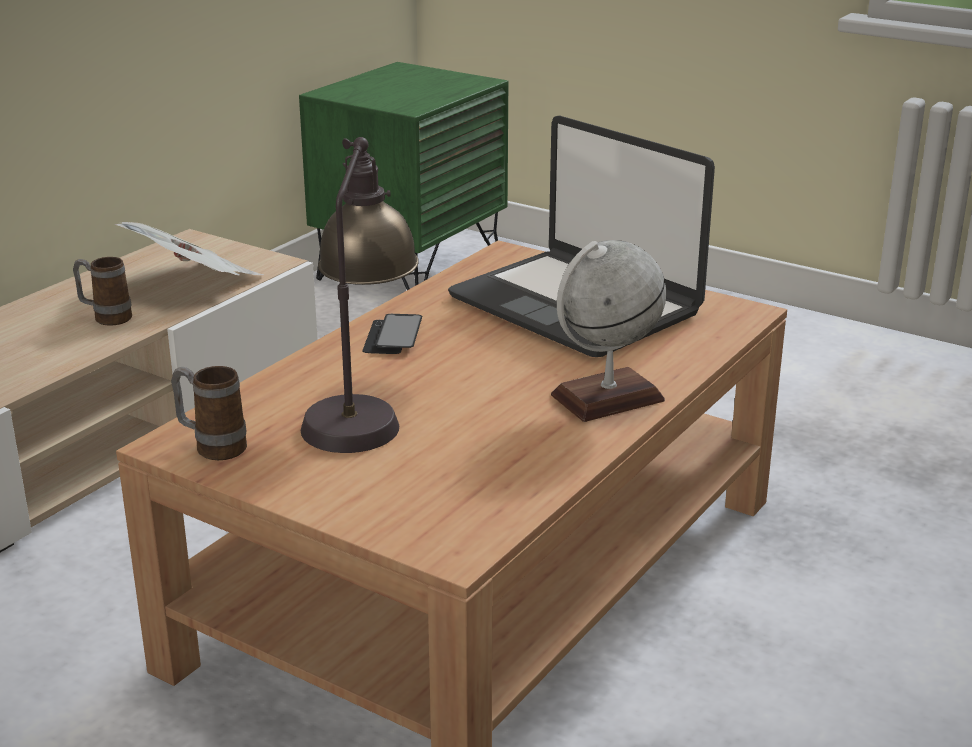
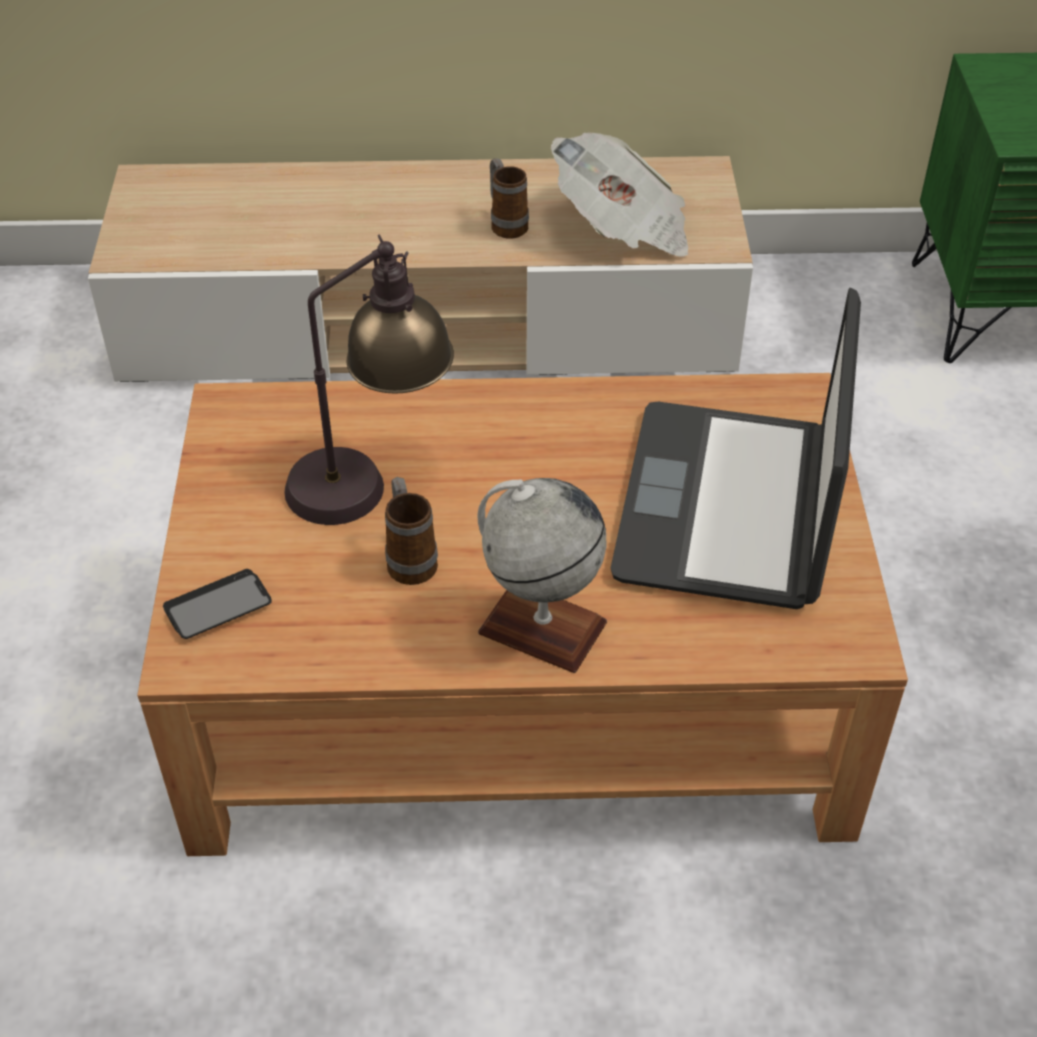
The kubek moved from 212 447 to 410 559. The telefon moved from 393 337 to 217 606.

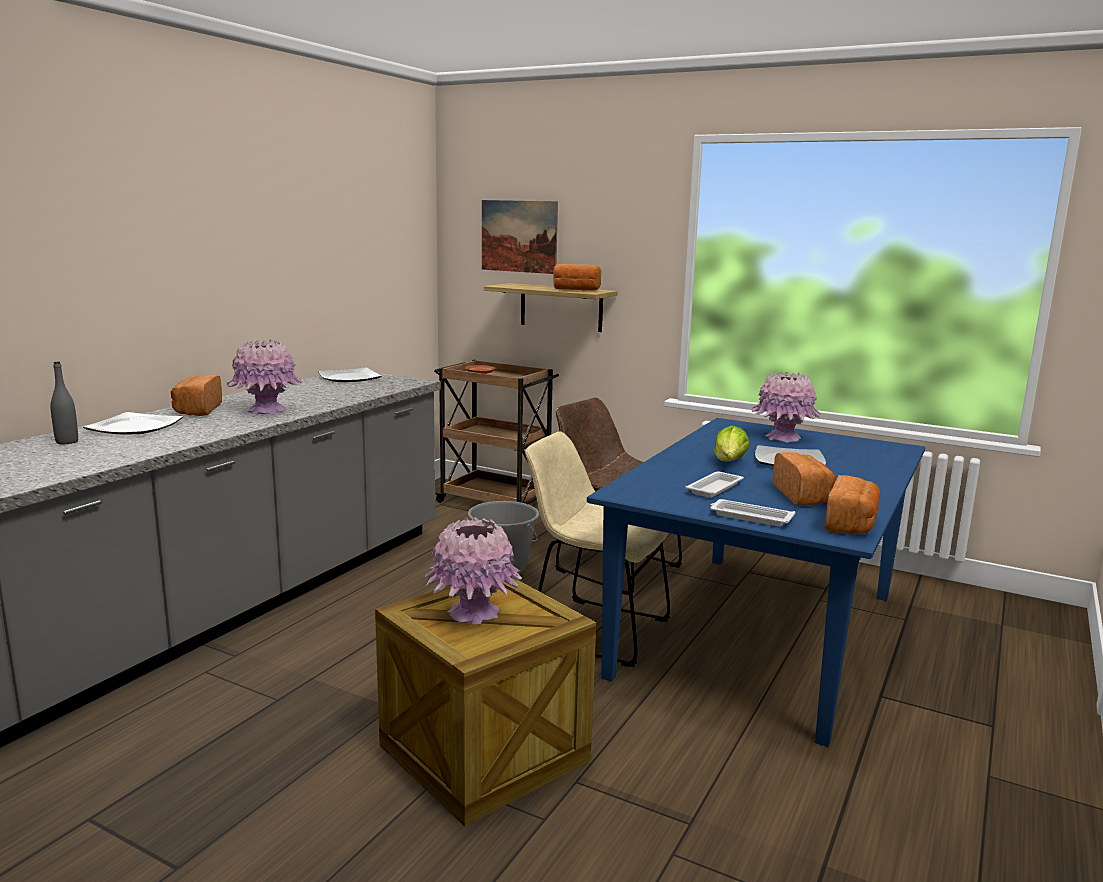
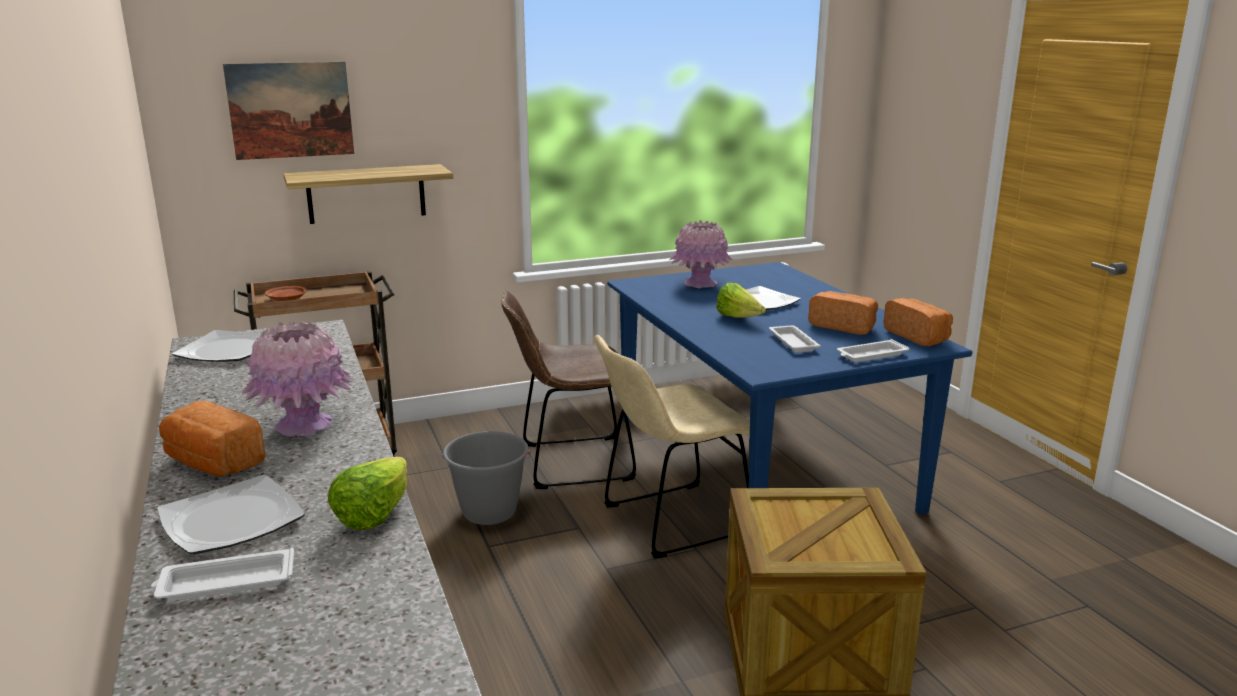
The butelka/szary at 67 442 was replaced by the taca/biały at 225 583. The wazon/różowy at 473 613 disappeared. The chleb at 575 290 disappeared. The sałata at 374 515 appeared.

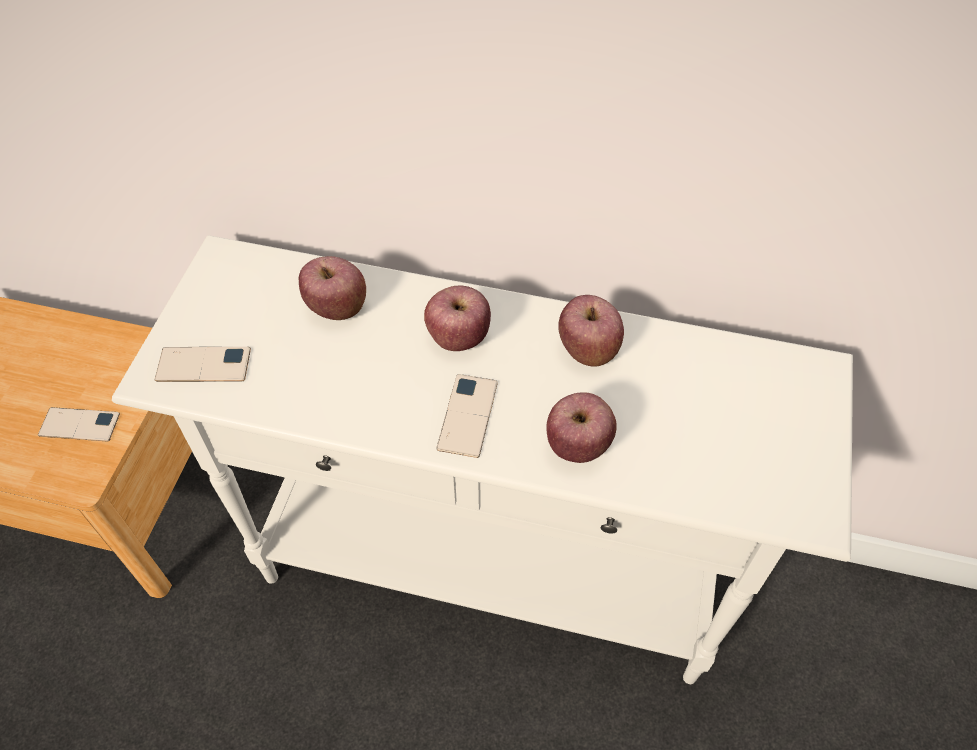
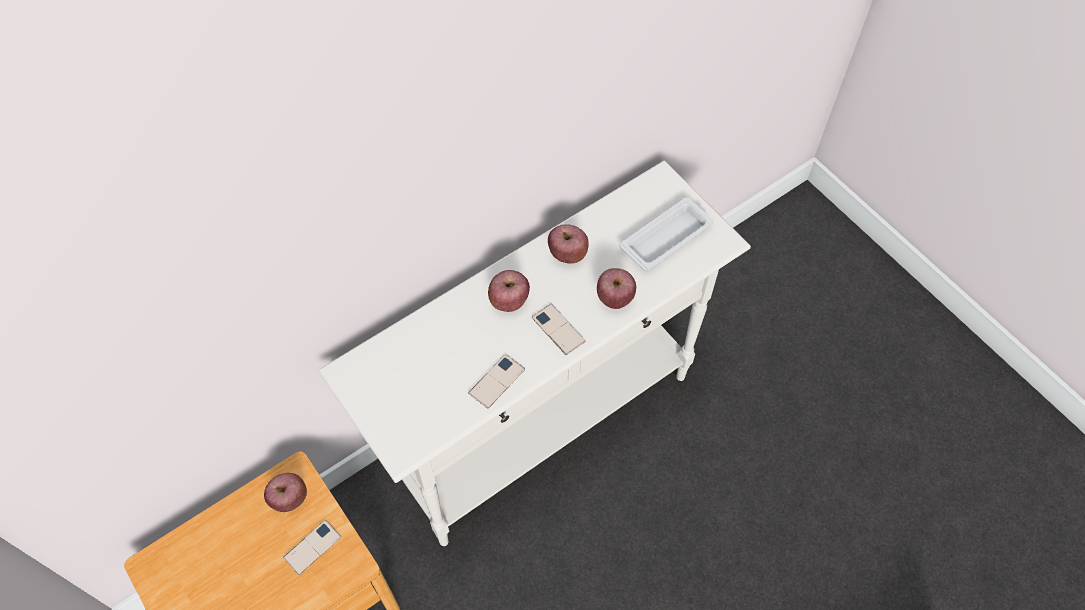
The telefon moved from 203 365 to 496 381. The jabłko moved from 337 308 to 290 499. The taca/biały at 667 237 appeared.

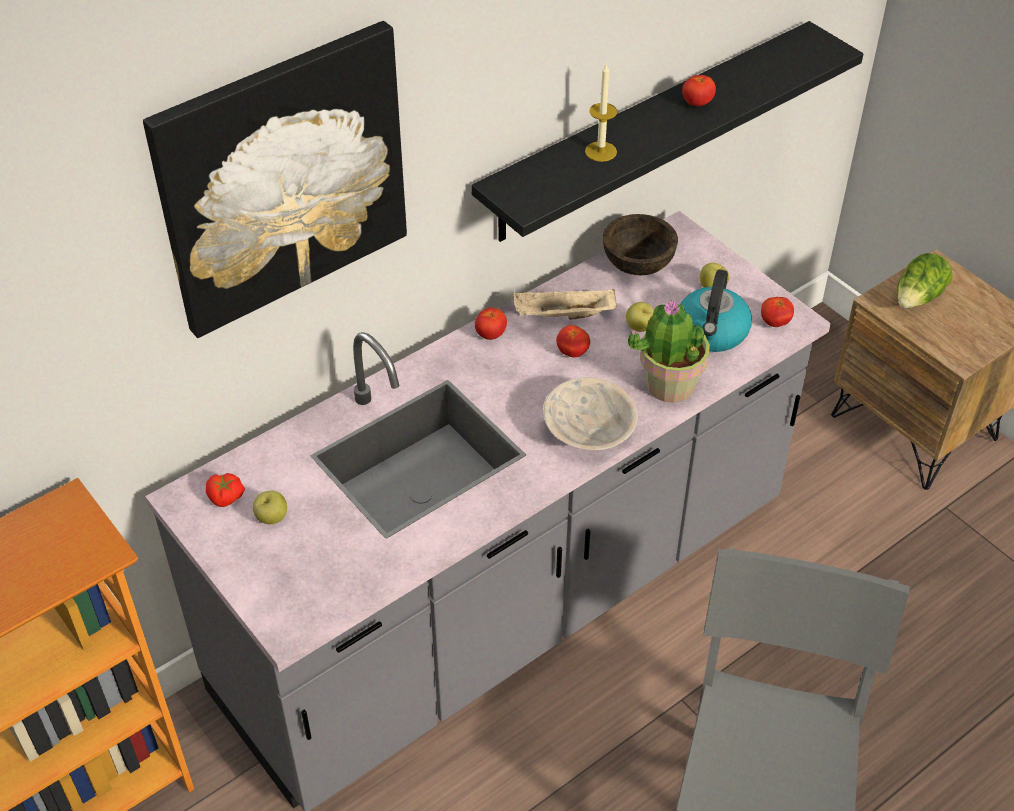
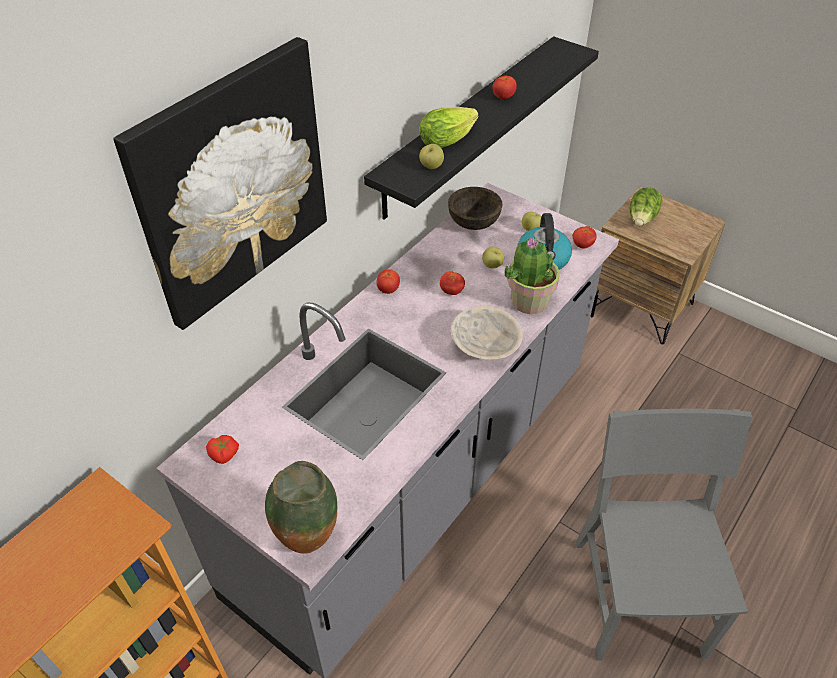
The jabłko moved from 272 518 to 431 167. The taca/beżowy at 563 316 disappeared. The świeca at 600 151 was replaced by the sałata at 450 139. The wazon at 307 540 appeared.

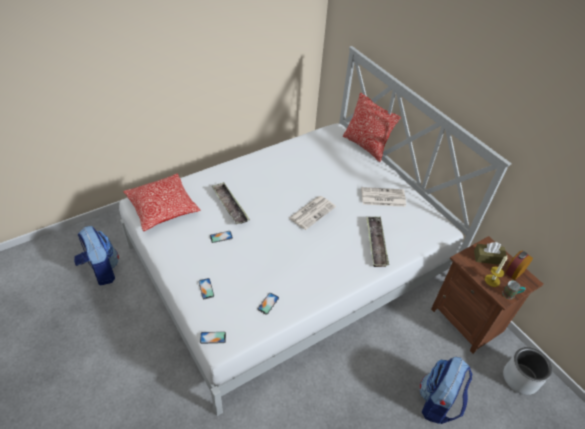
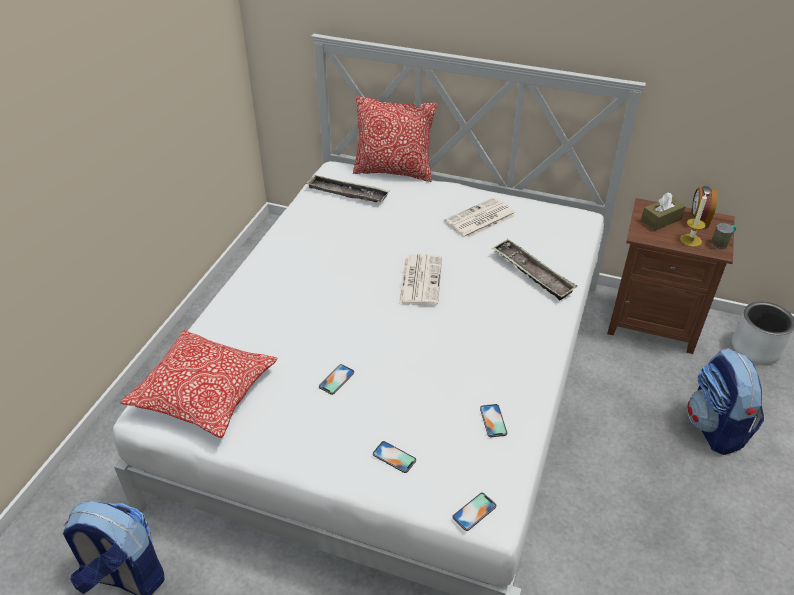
The taca moved from 230 206 to 347 193.

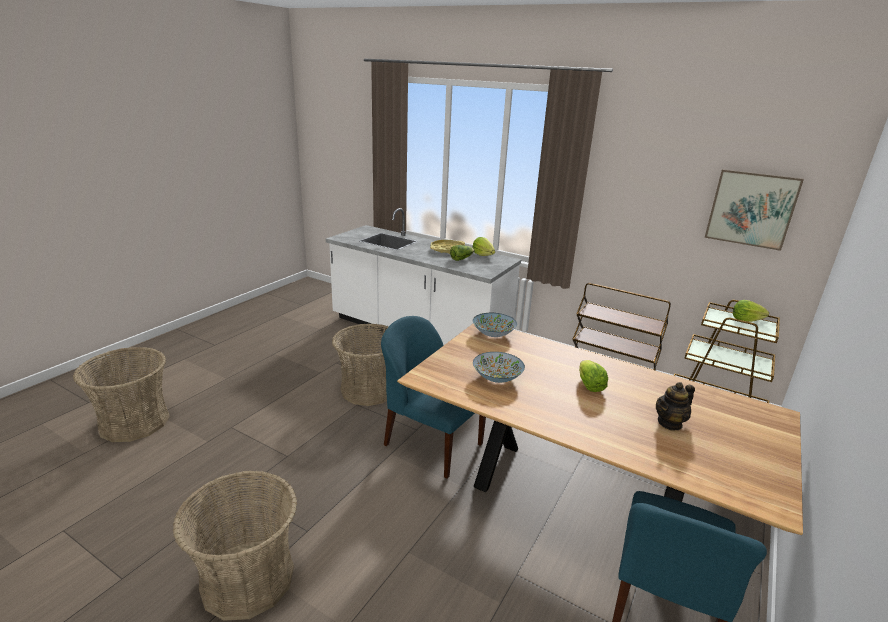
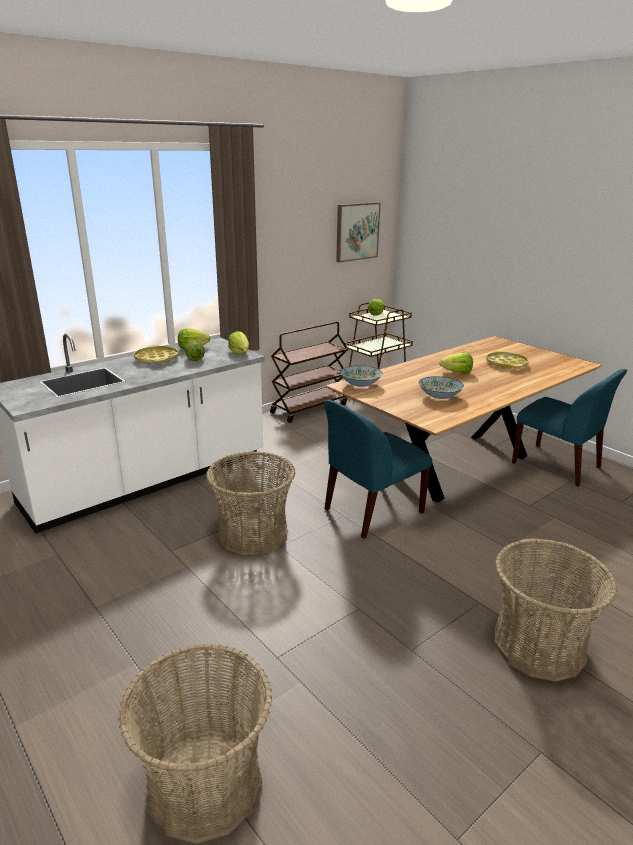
The imbryk at 670 423 was replaced by the taca/żółty at 506 364. The sałata at 240 353 appeared.

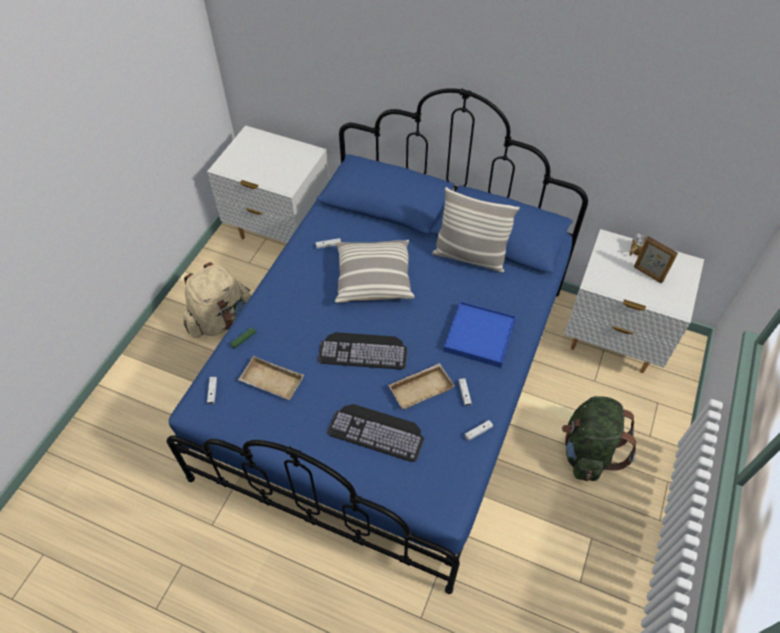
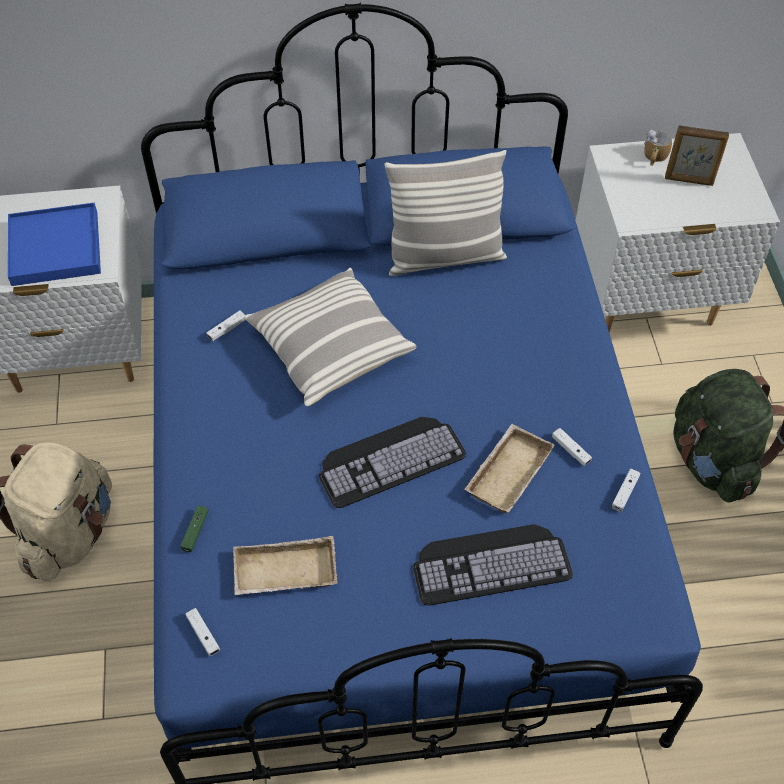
The taca/niebieski moved from 479 336 to 55 248.

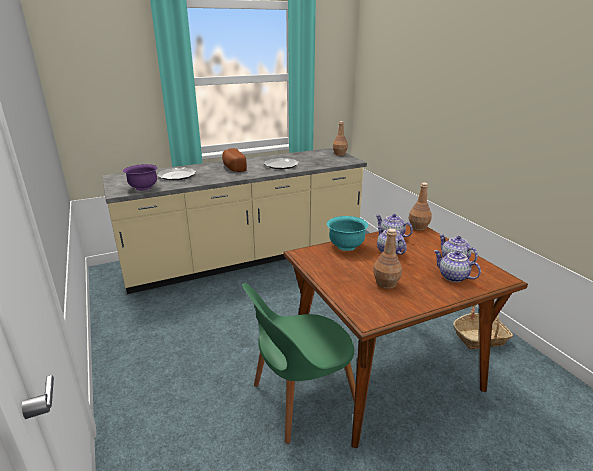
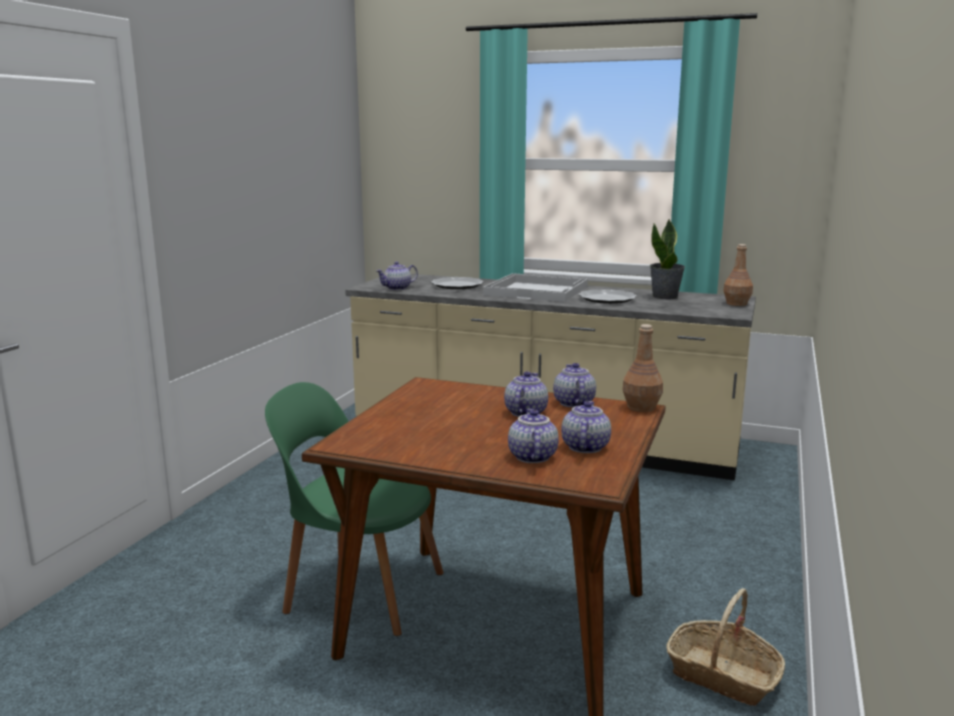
The miska/fioletowy at 143 188 was replaced by the imbryk at 397 288. The chleb at 233 168 was replaced by the taca/biały at 538 290. The miska/turkusowy at 346 246 disappeared. The butelka/brązowy at 386 283 disappeared. The roślina doniczkowa at 665 296 appeared.

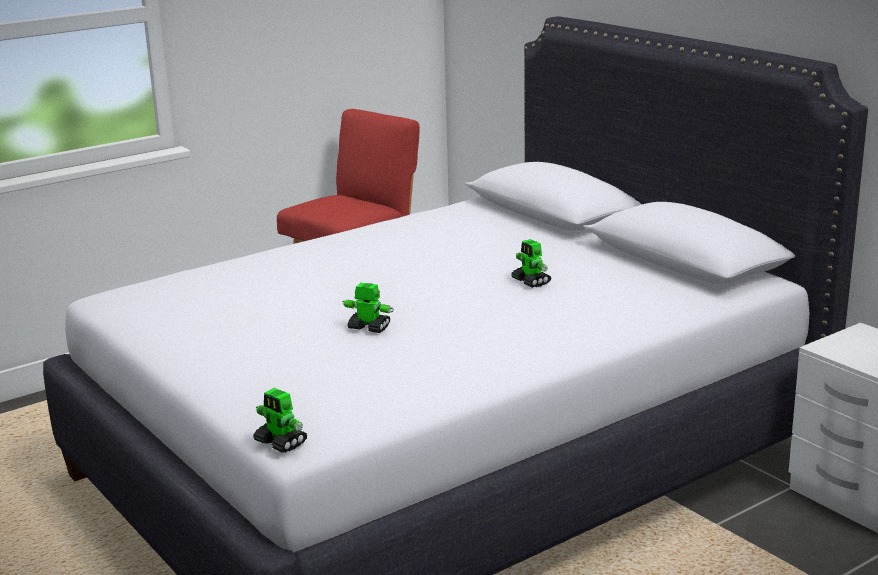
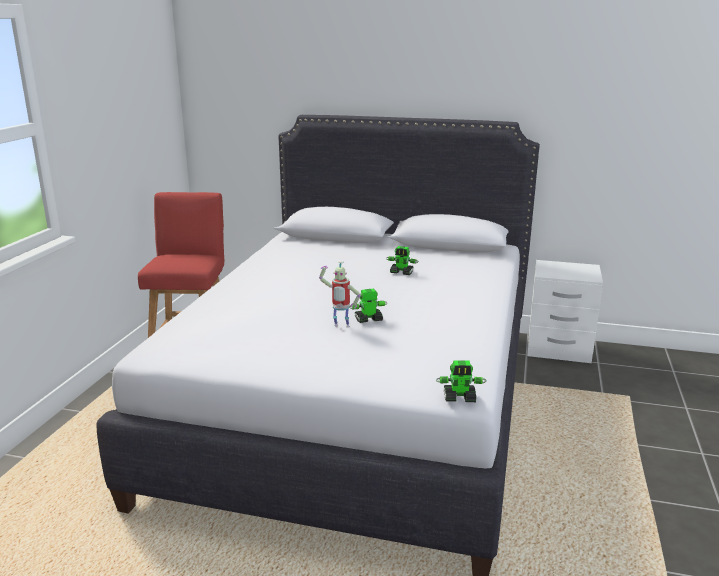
The robot zabawkowy at 340 327 appeared.

